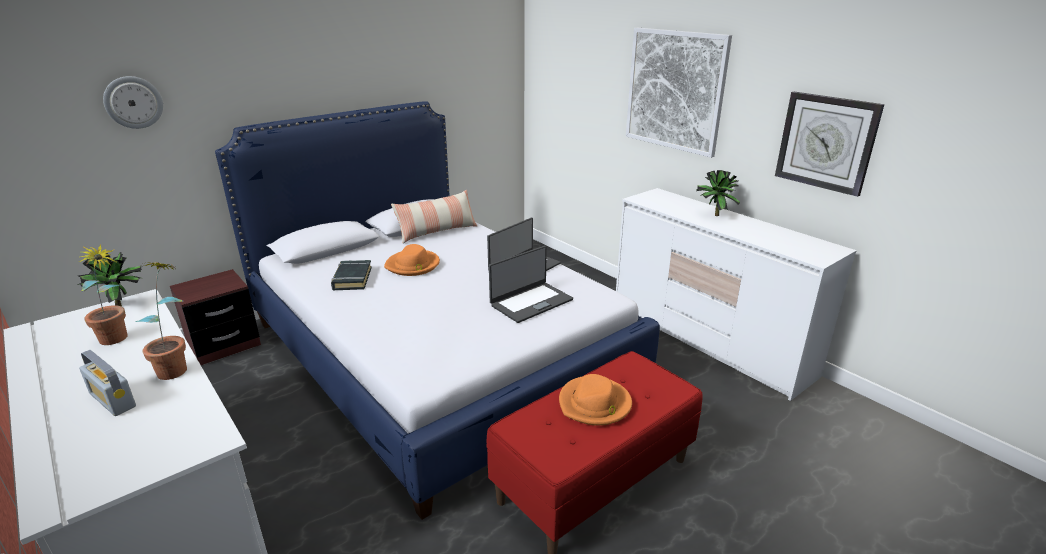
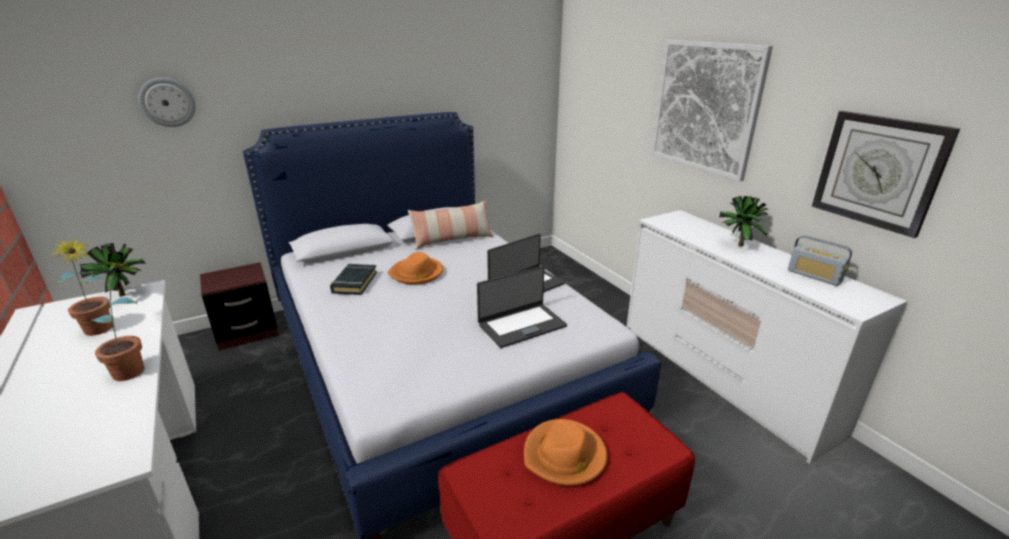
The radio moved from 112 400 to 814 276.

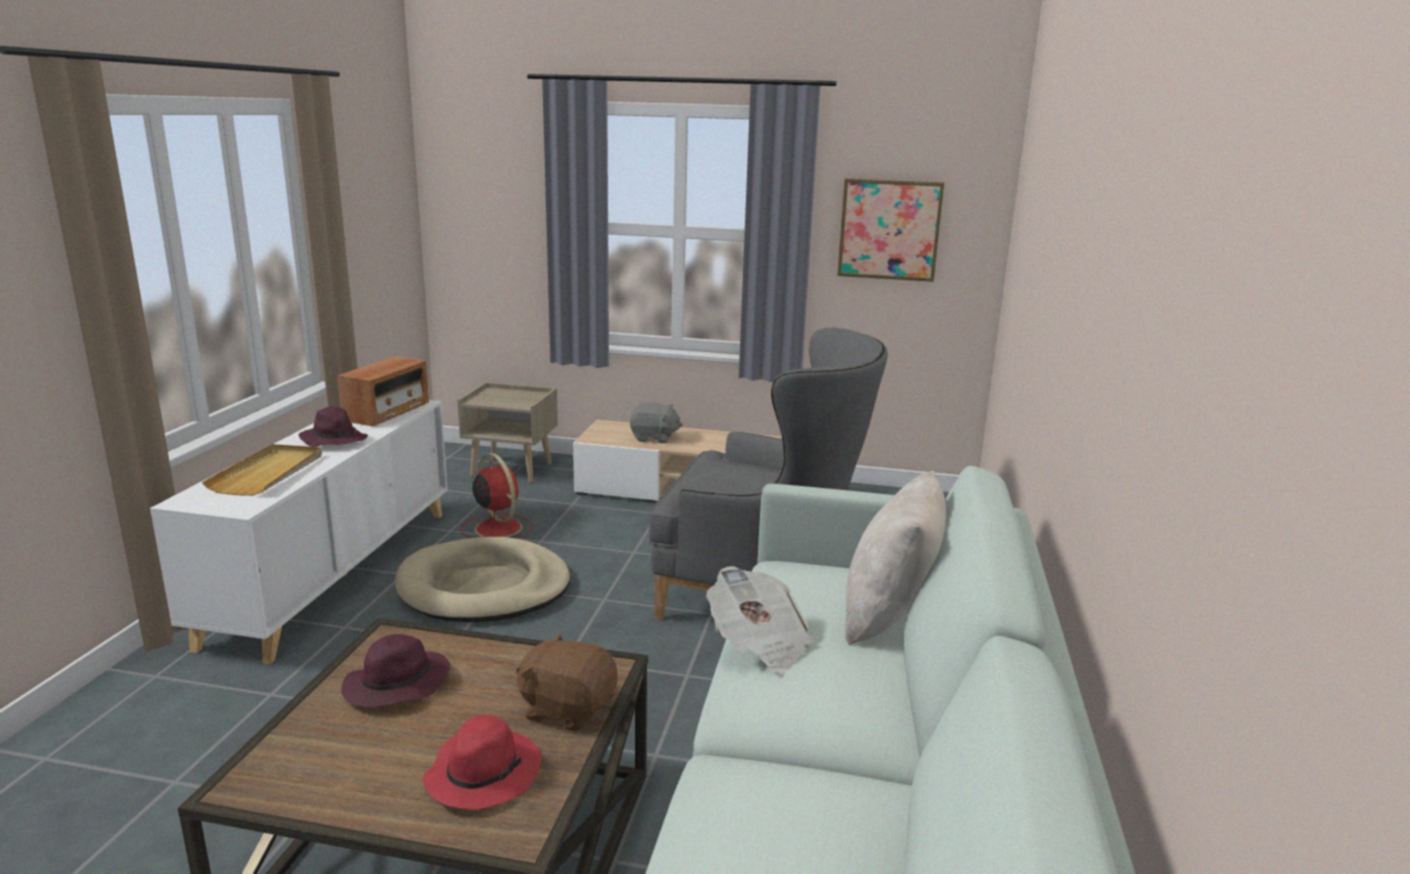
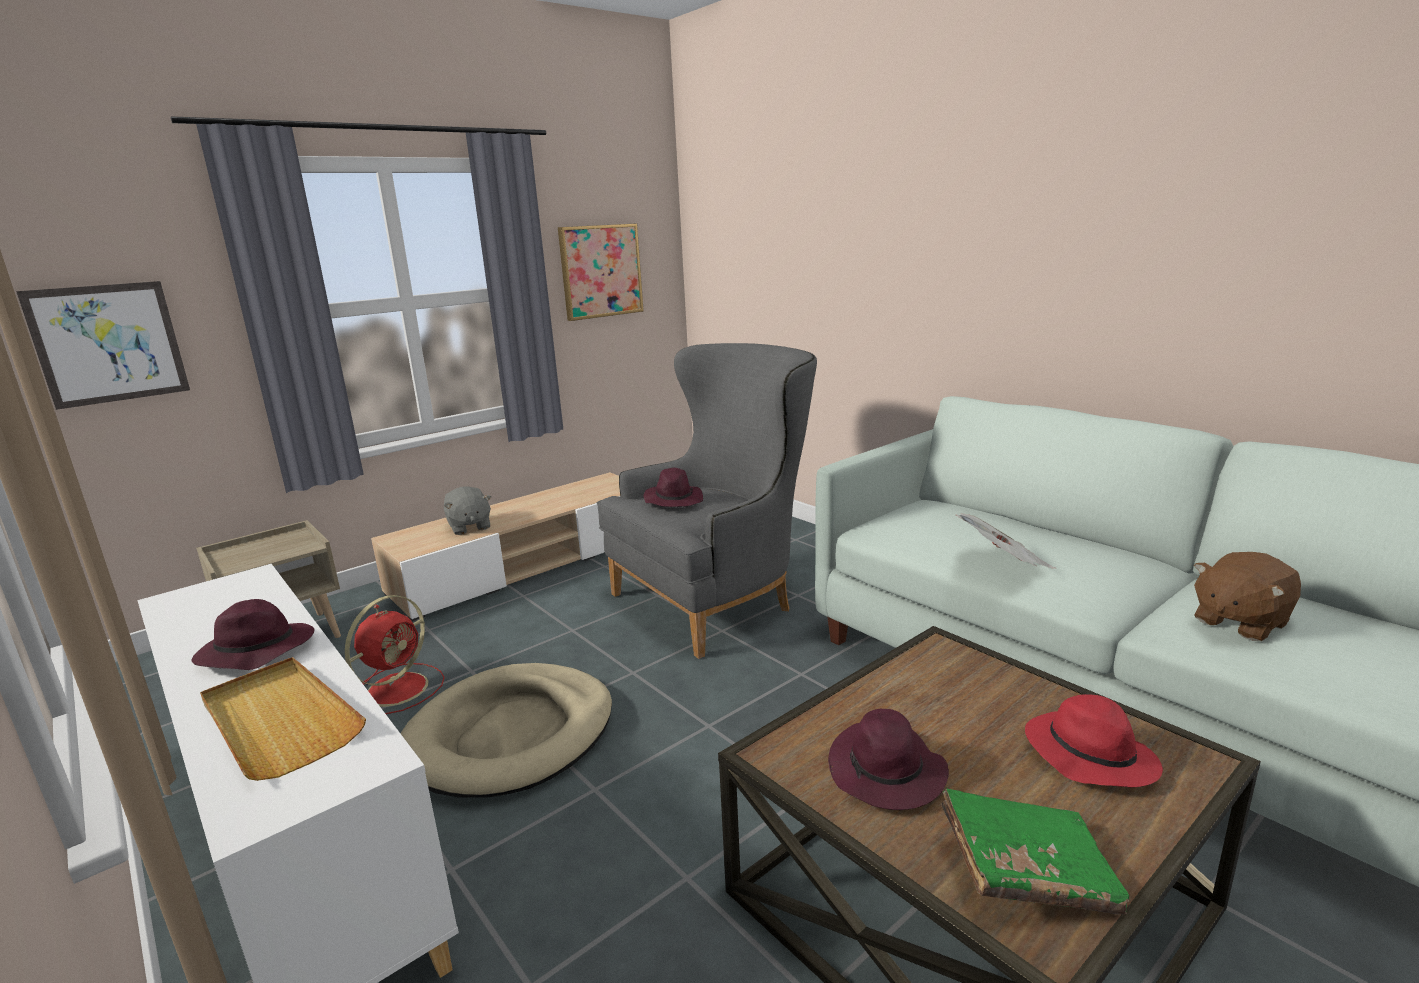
The radio at 387 412 disappeared. The wentylator/czerwony at 497 528 turned 120 degrees clockwise. The pluszak/brązowy moved from 567 709 to 1239 622. The pluszak/szary at 654 438 turned 105 degrees clockwise. The poduszka/beżowy at 889 616 disappeared. The obraz at 108 343 appeared. The kapelusz/fioletowy at 673 500 appeared. The książka/zielony at 1027 872 appeared.

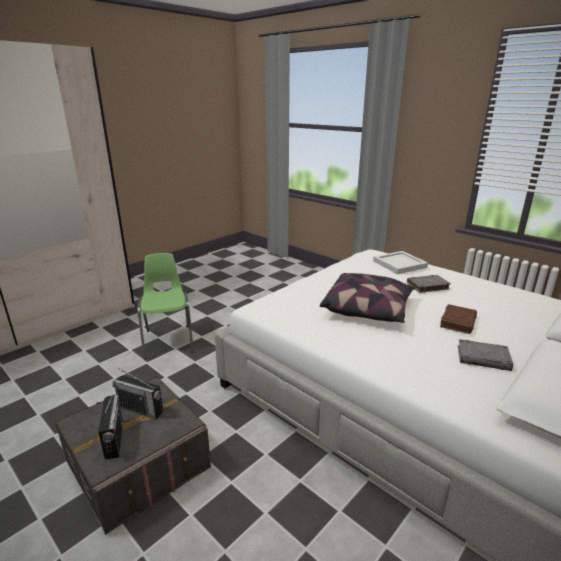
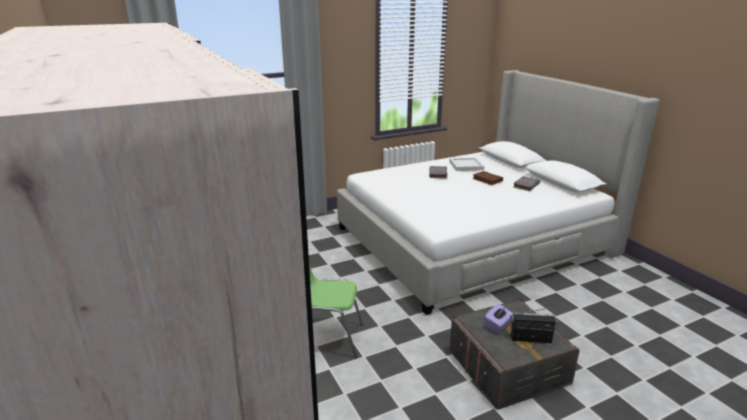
The radio at 141 409 was replaced by the pudełko chusteczek/fioletowy at 498 326. The poduszka at 368 309 disappeared. The taca/biały moved from 400 264 to 466 165.

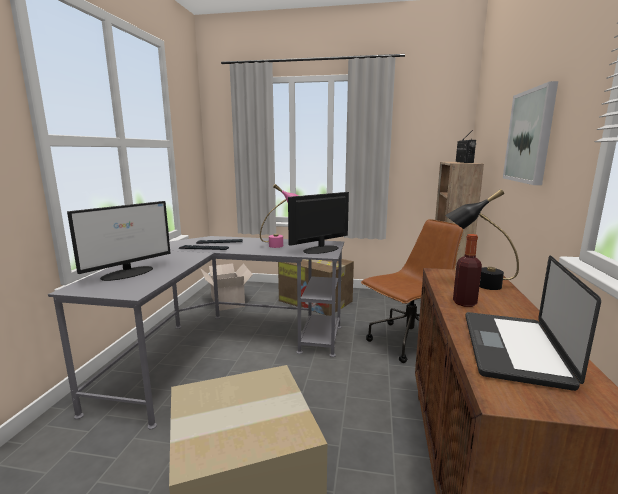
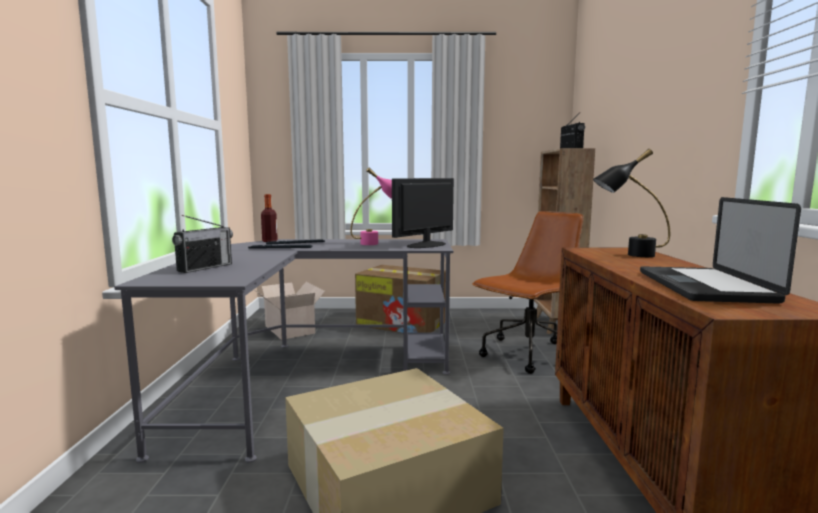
The monitor at 128 273 was replaced by the radio at 205 267. The butelka moved from 464 303 to 270 241. The obraz at 530 136 disappeared.

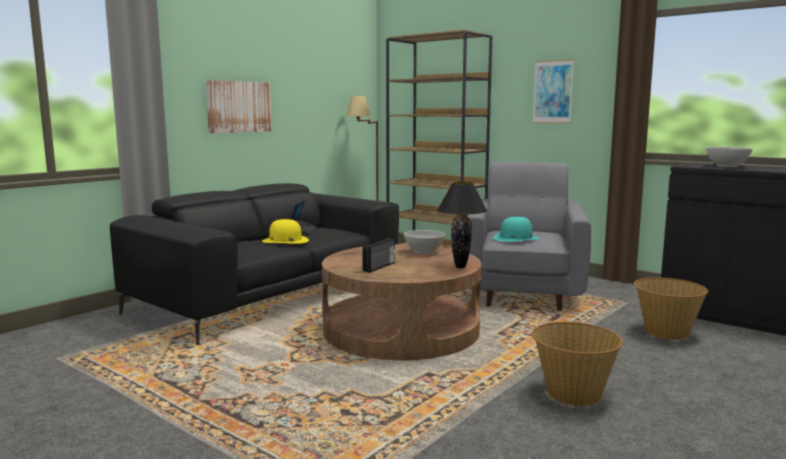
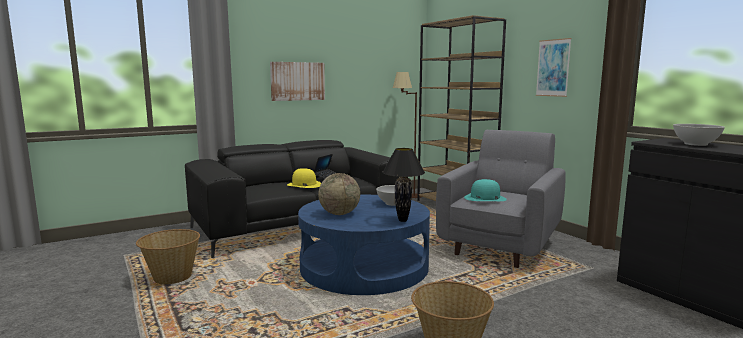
The ława/brązowy at 401 330 became the ława/niebieski at 364 267. The radio at 380 267 was replaced by the globus at 339 214. The koszyk moved from 666 332 to 172 277.

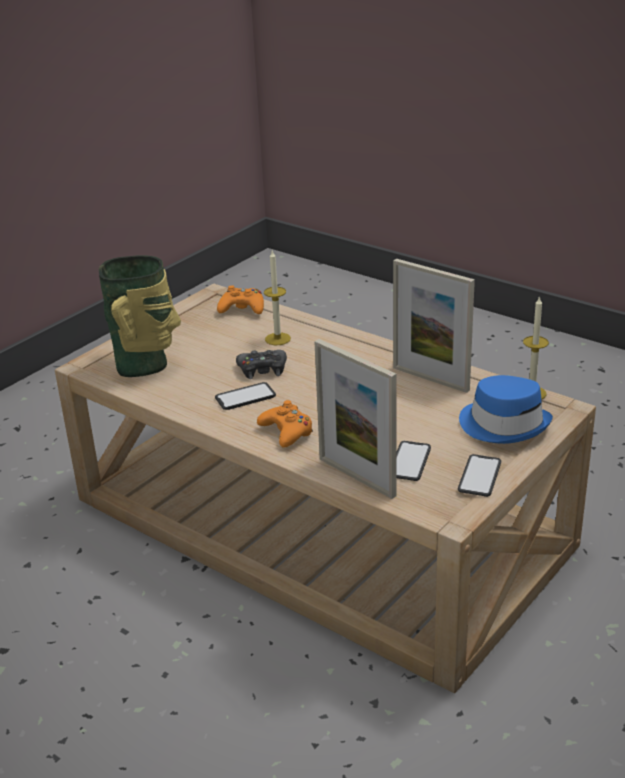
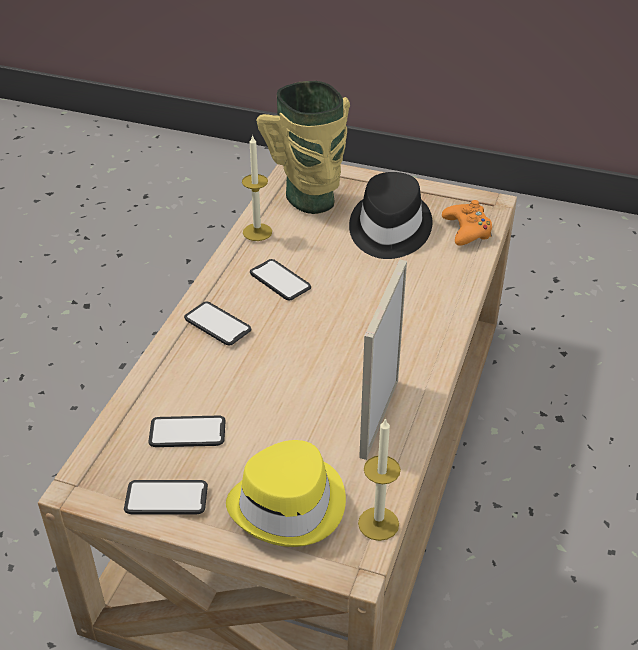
The pad do gier/czarny at 262 370 disappeared. The pad do gier/pomarańczowy at 287 432 was replaced by the telefon at 217 324. The świeca moved from 277 339 to 257 232. The ramka na zdjęcie at 356 477 disappeared. The kapelusz/niebieski at 504 424 became the kapelusz/żółty at 290 505. The kapelusz/czarny at 388 229 appeared.

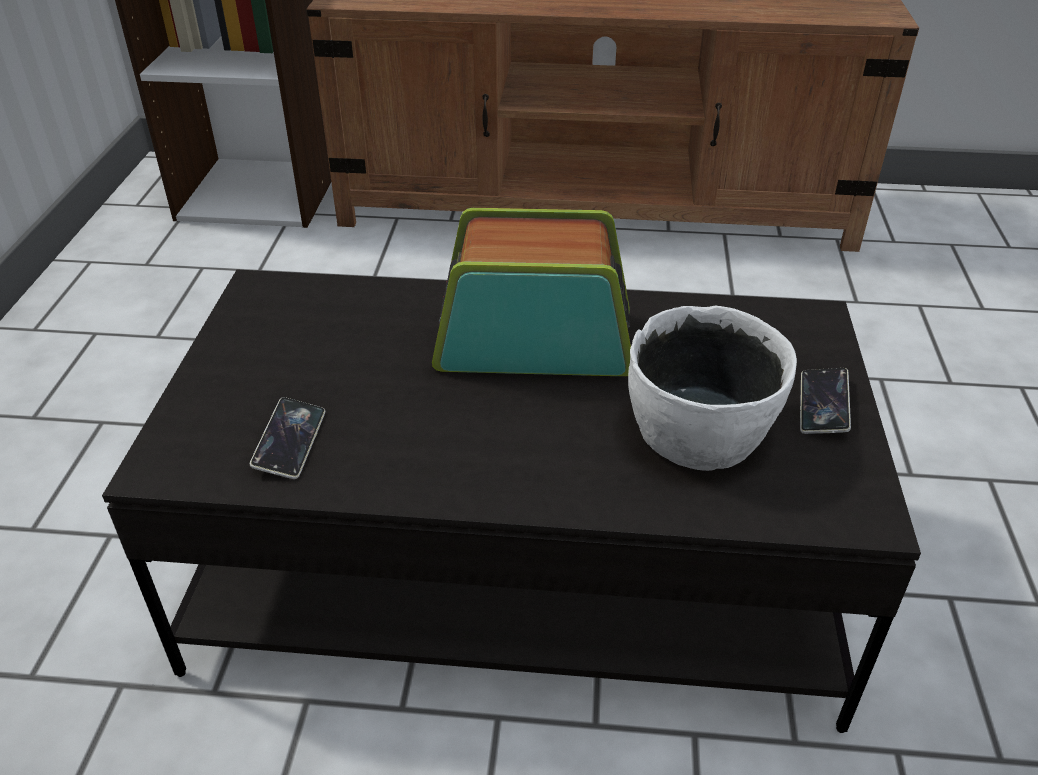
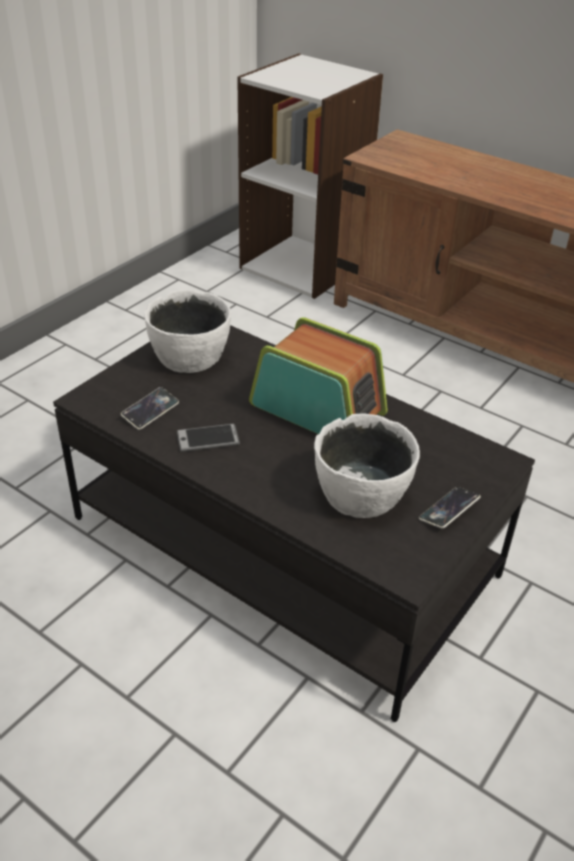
The miska/biały at 191 356 appeared. The telefon at 208 439 appeared.

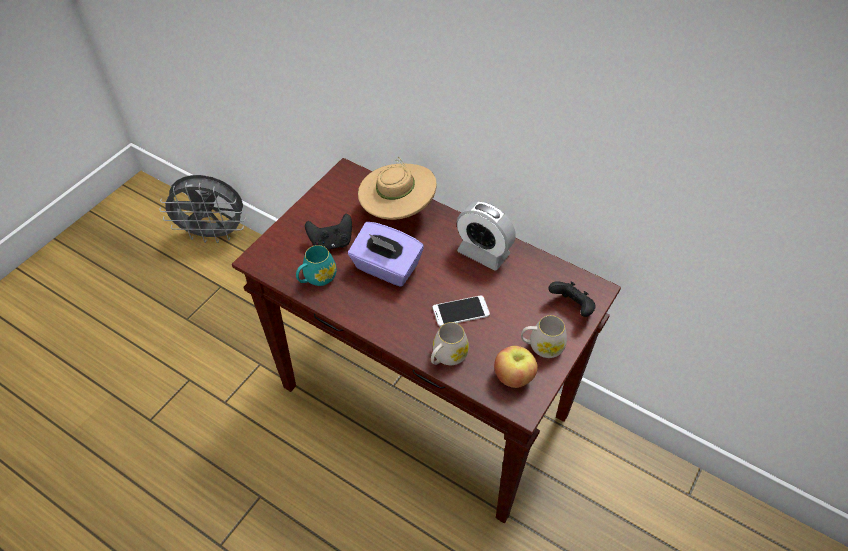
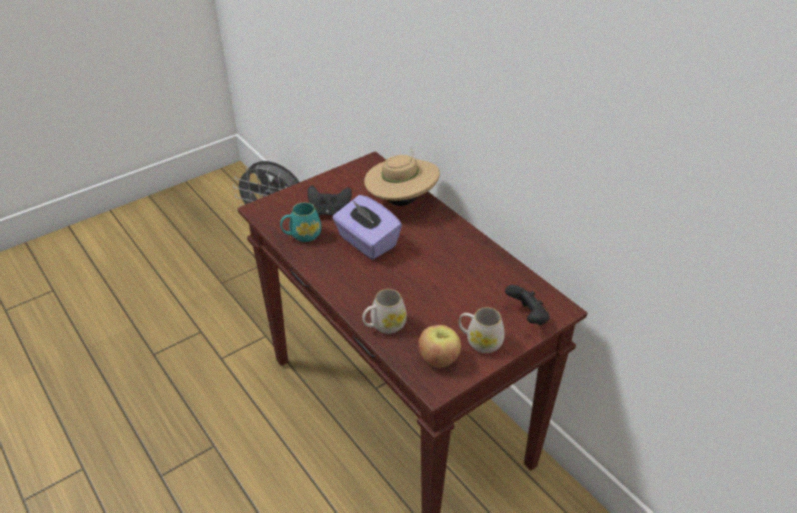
The telefon at 461 311 disappeared. The budzik at 483 253 disappeared.

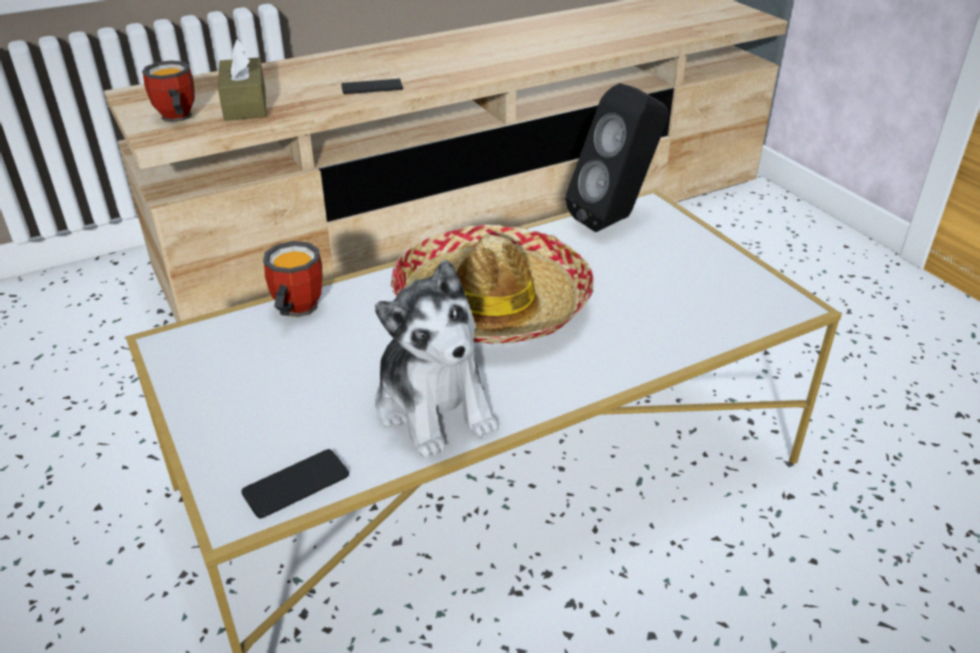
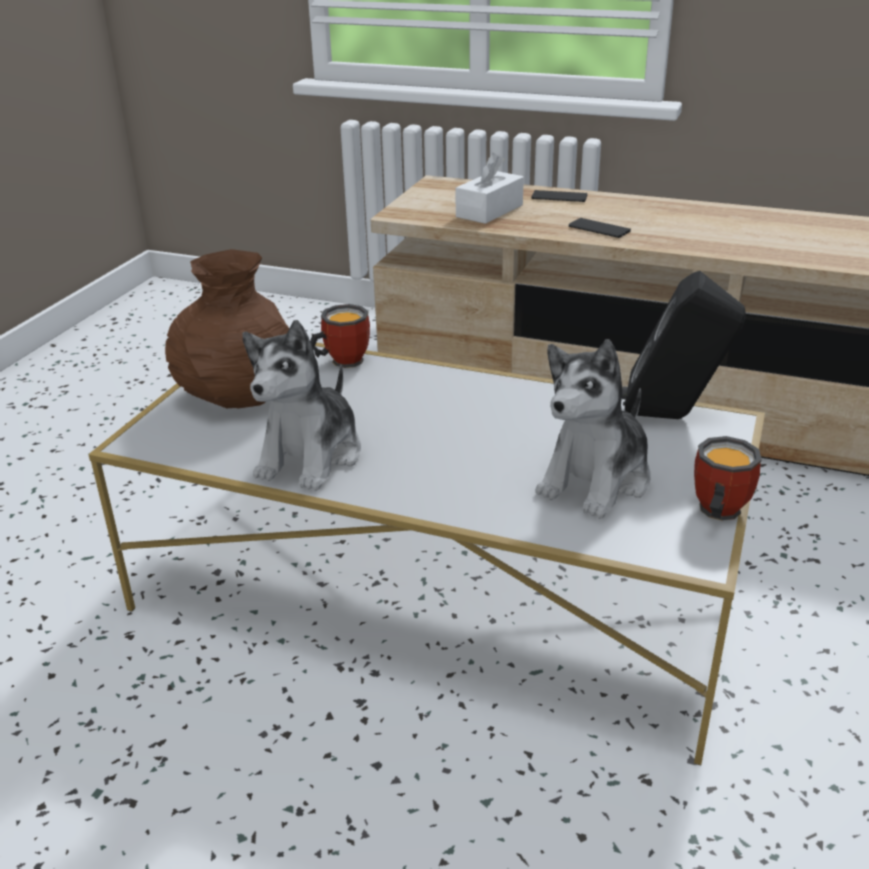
The kubek moved from 175 118 to 715 512. The pudełko chusteczek/brązowy at 245 104 became the pudełko chusteczek/biały at 489 211. The telefon moved from 296 484 to 559 197. The kapelusz at 491 304 disappeared. The wazon/brązowy at 238 396 appeared. The pluszak at 596 480 appeared.

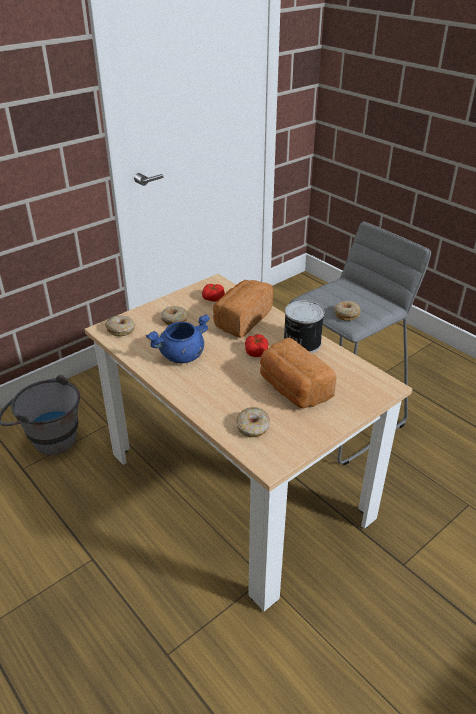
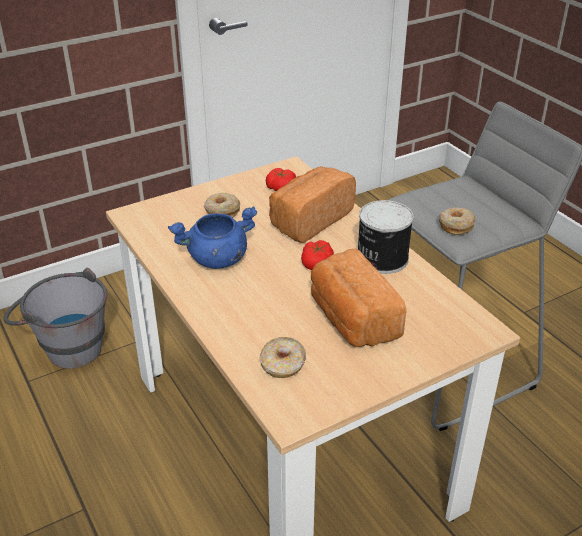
The donut at 121 330 disappeared.

